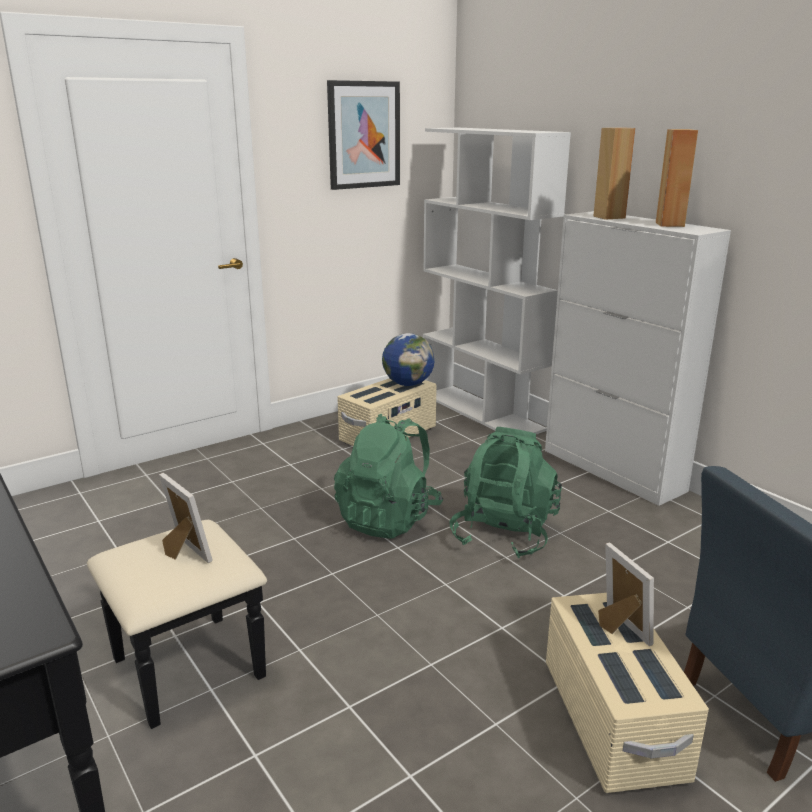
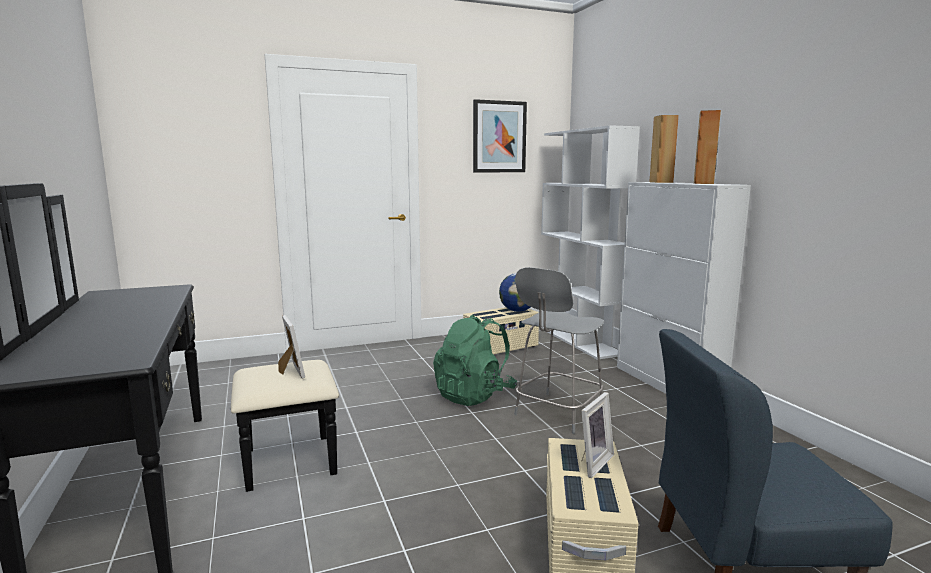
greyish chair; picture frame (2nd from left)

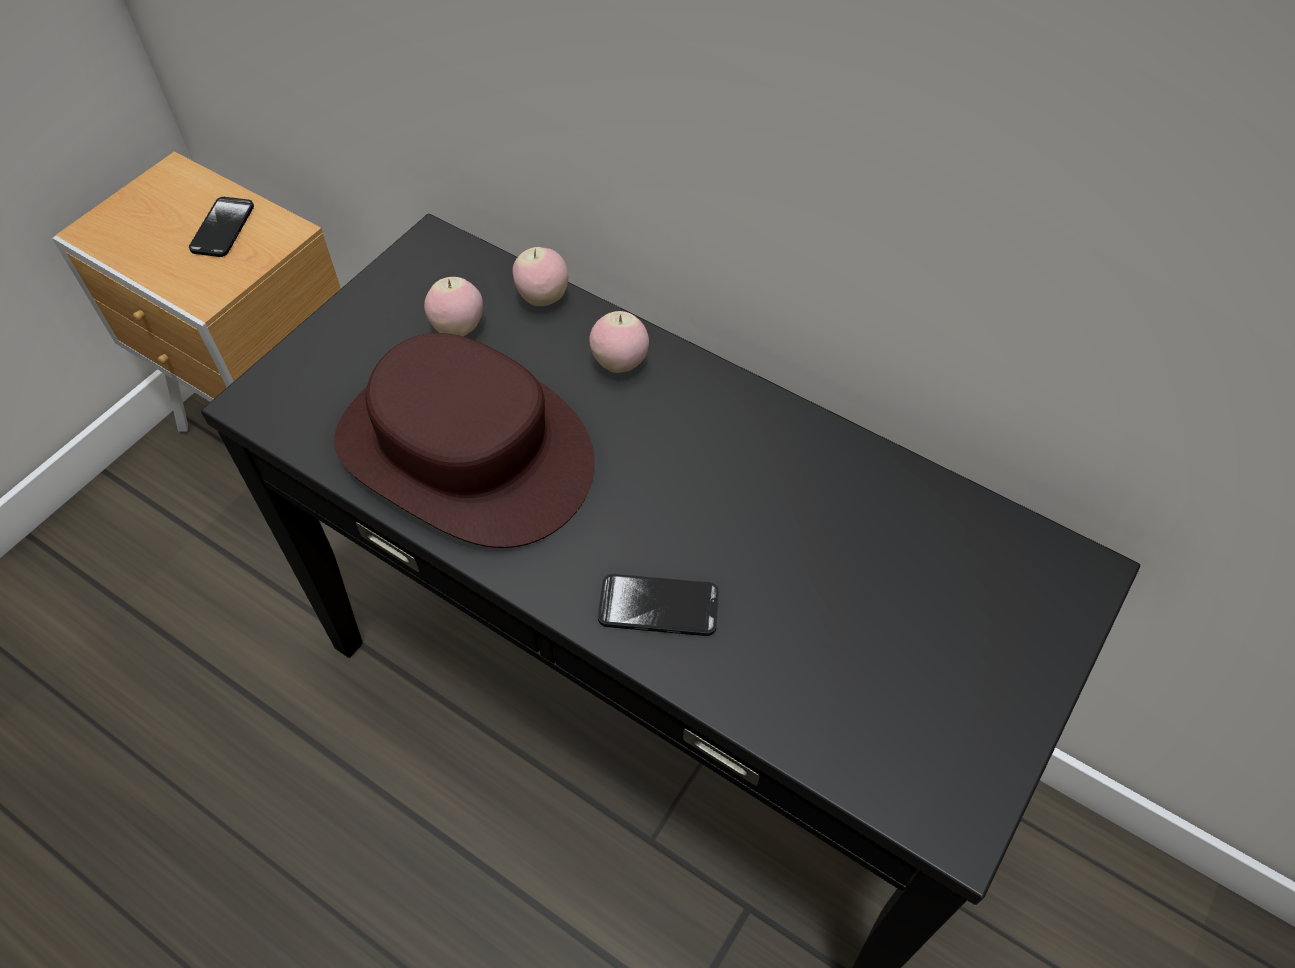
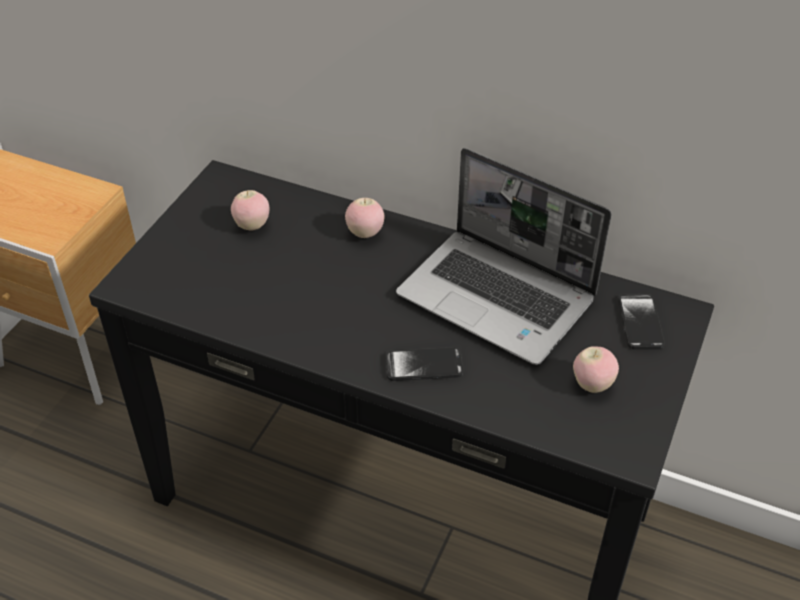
brown wearable hat; portable computer; phone (2nd from left); apple fruit (3rd from left)

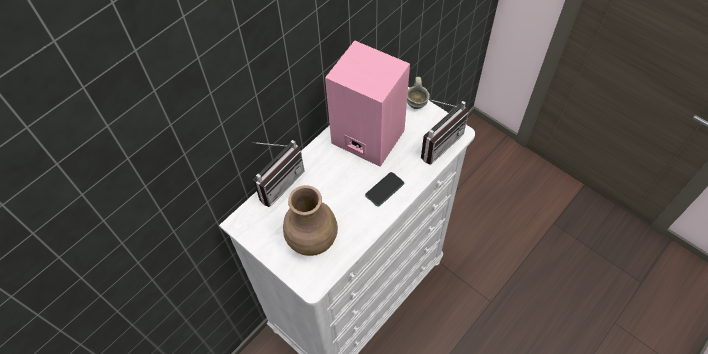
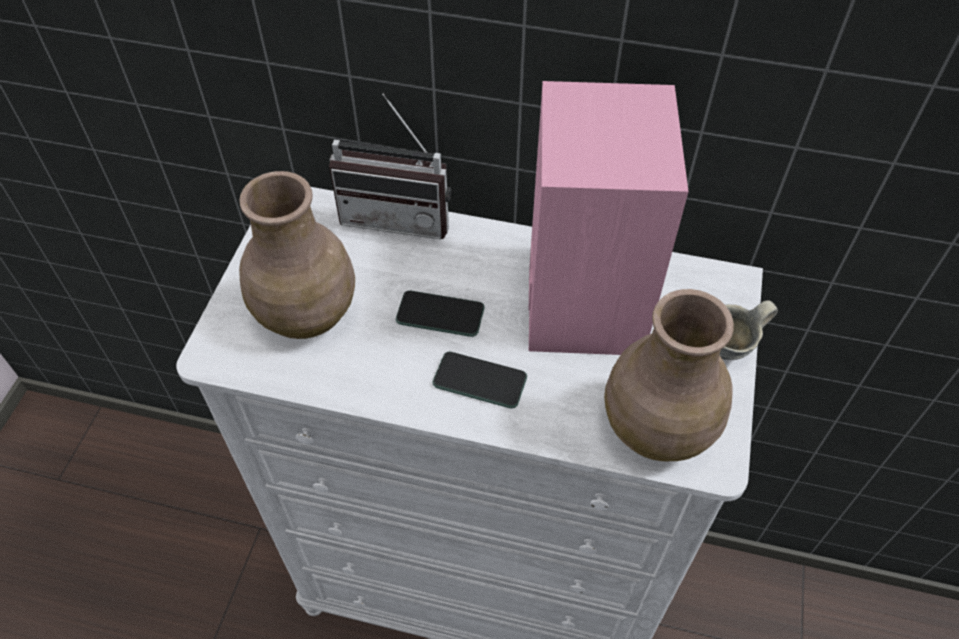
phone (1st from left); brown flower vase (2nd from left)

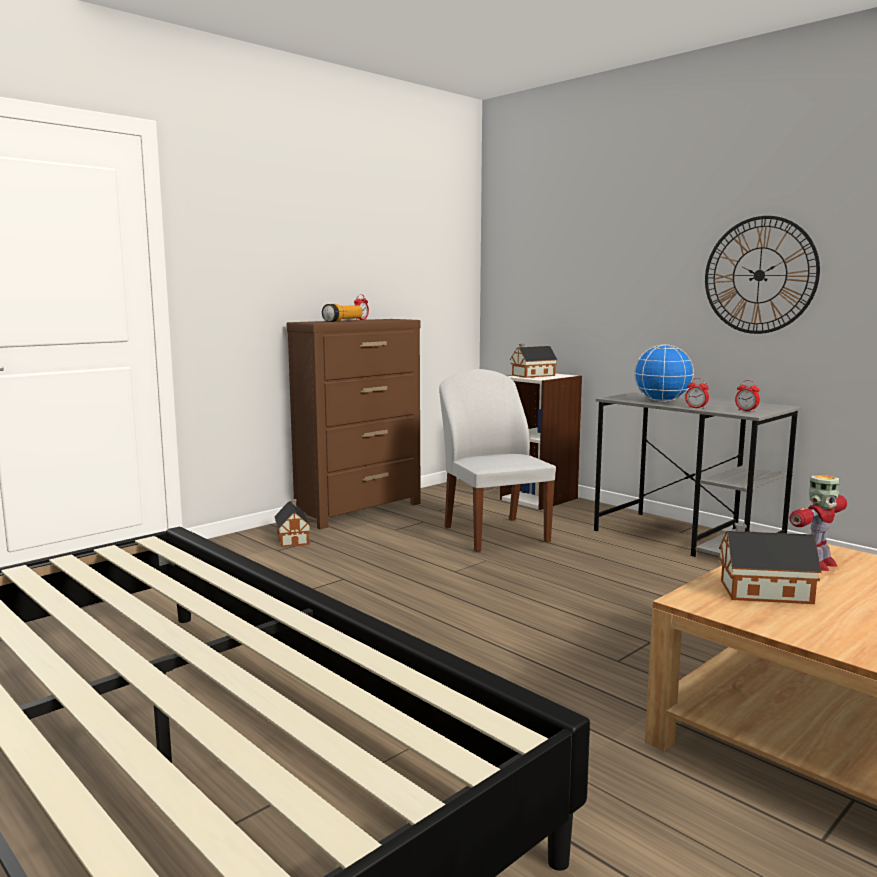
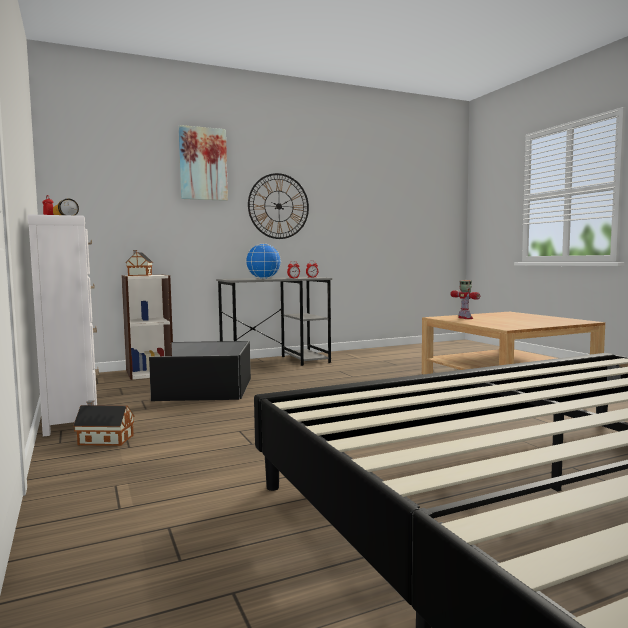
toy house (3rd from left in the first image); picture; black storage box; whitish drawer chest

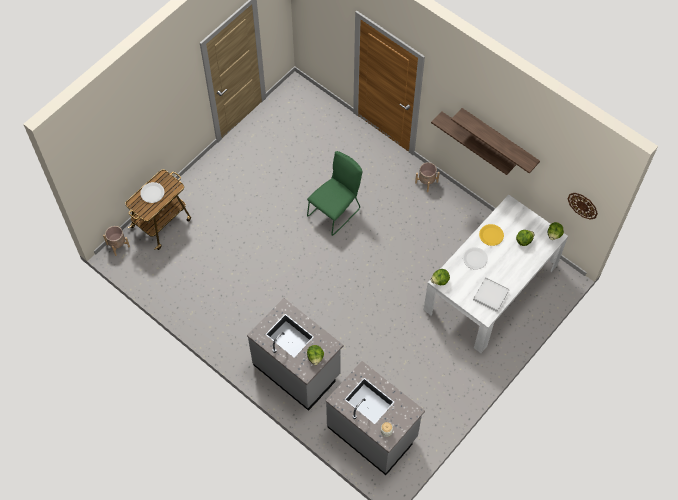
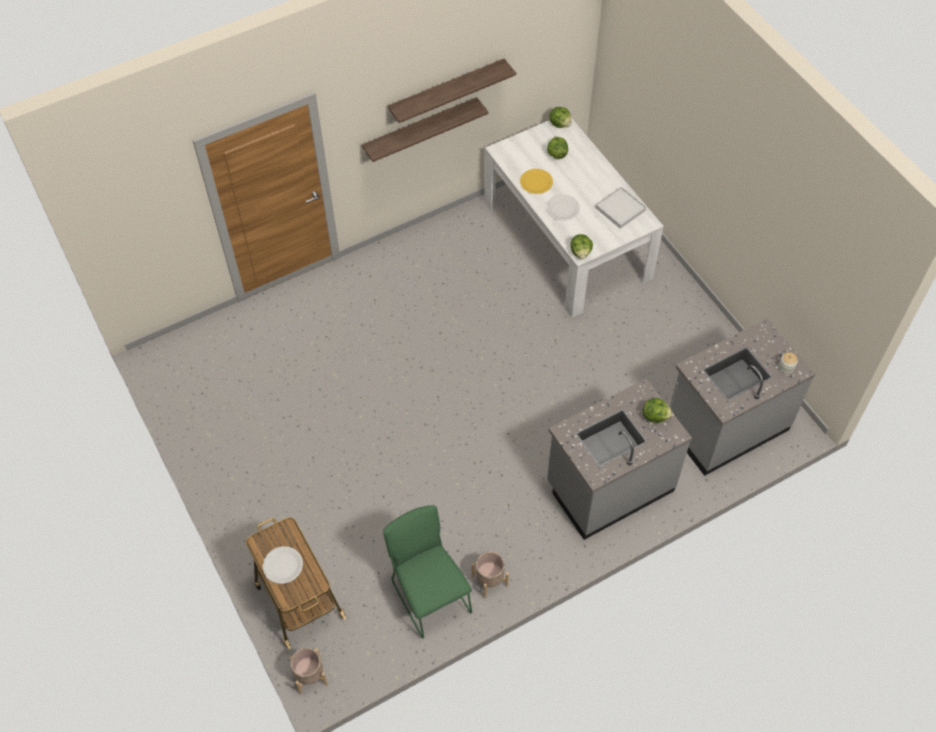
hanging clock; green-coloured chair; beige-coloured planter (2nd from left)

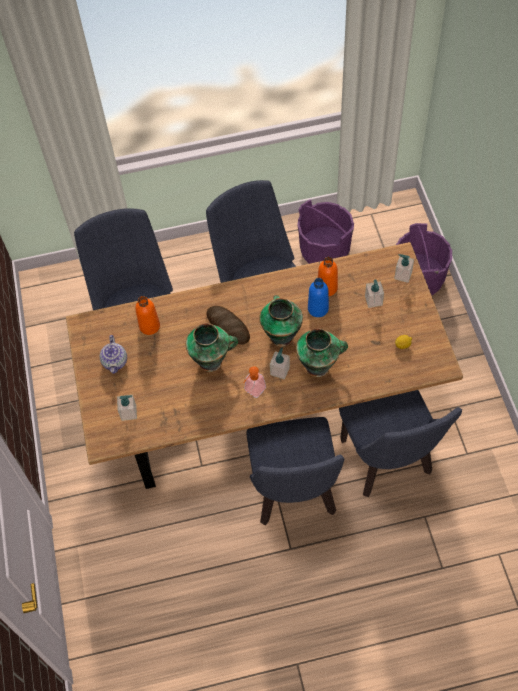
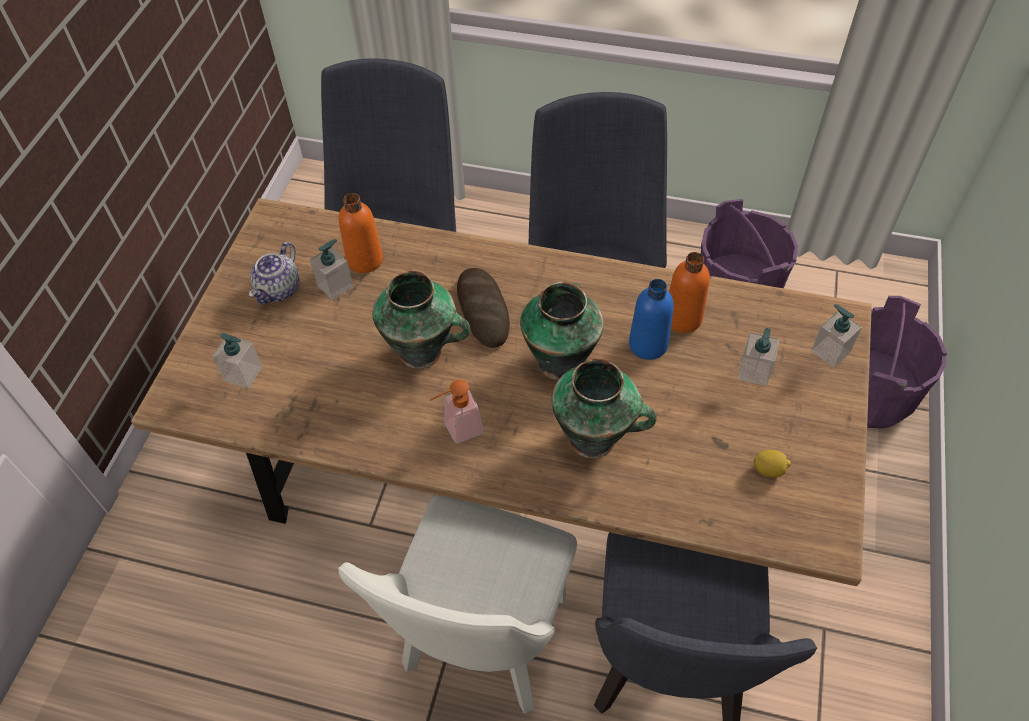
soap bottle (2nd from left); whitish chair

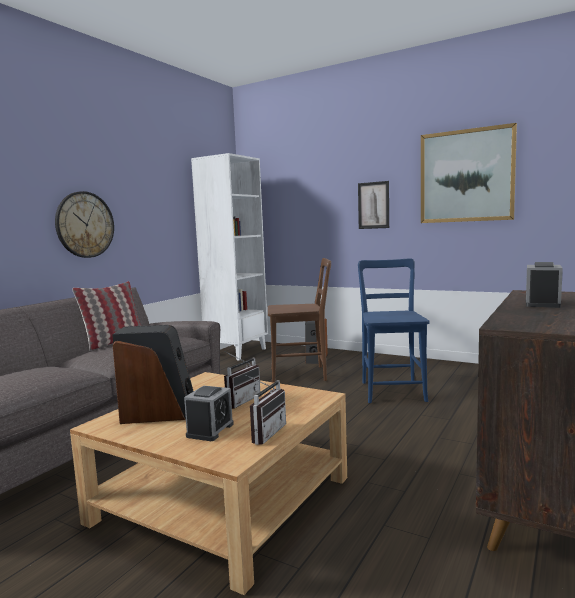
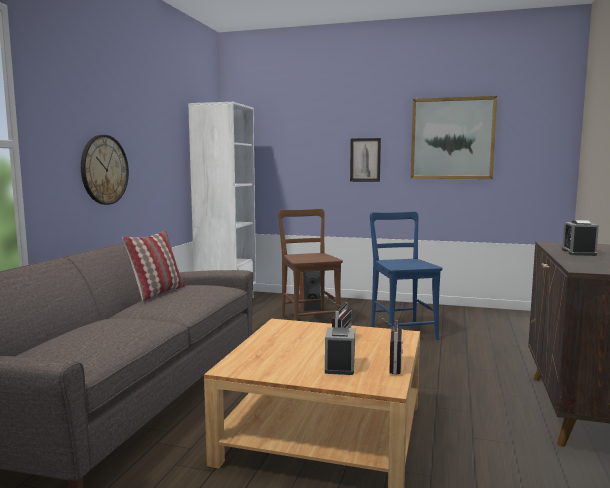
loudspeaker (1st from left in the first image); brown chair

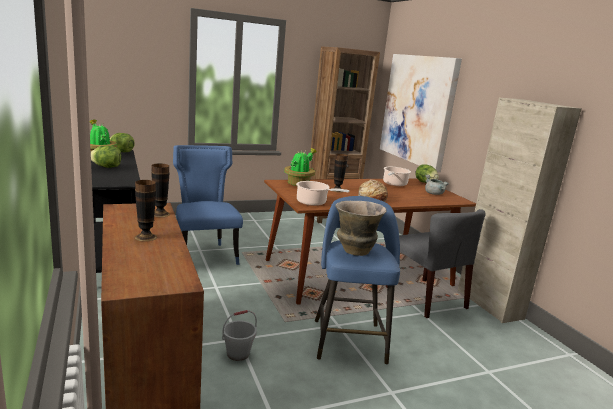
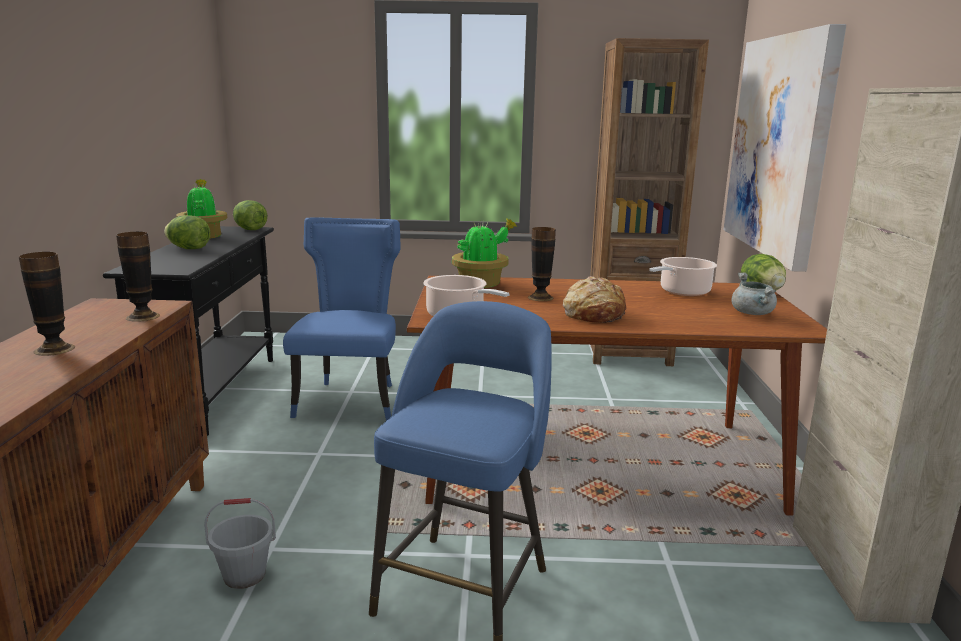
flower vase (4th from left in the first image); greyish chair

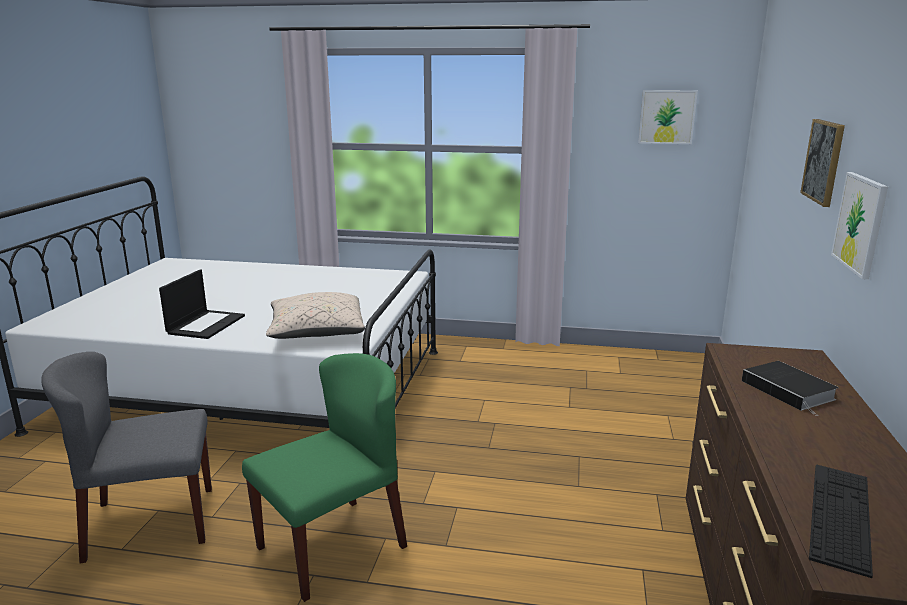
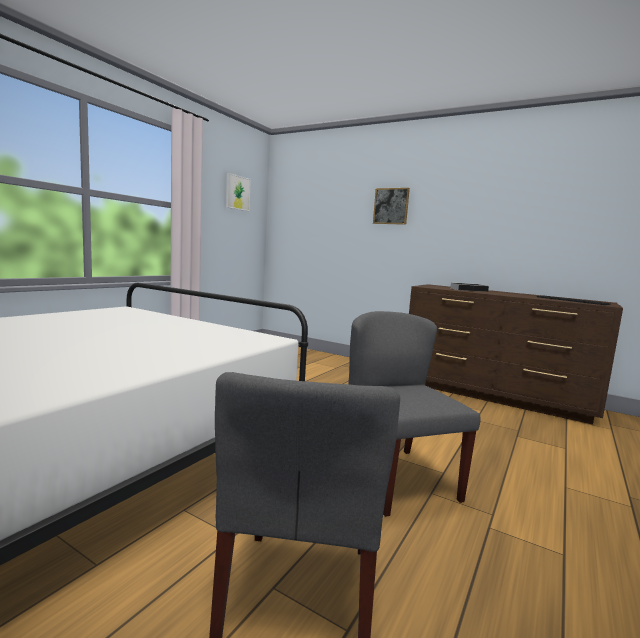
portable computer; beige-coloured pillow; picture (3rd from left in the first image); greyish chair (2nd from left)

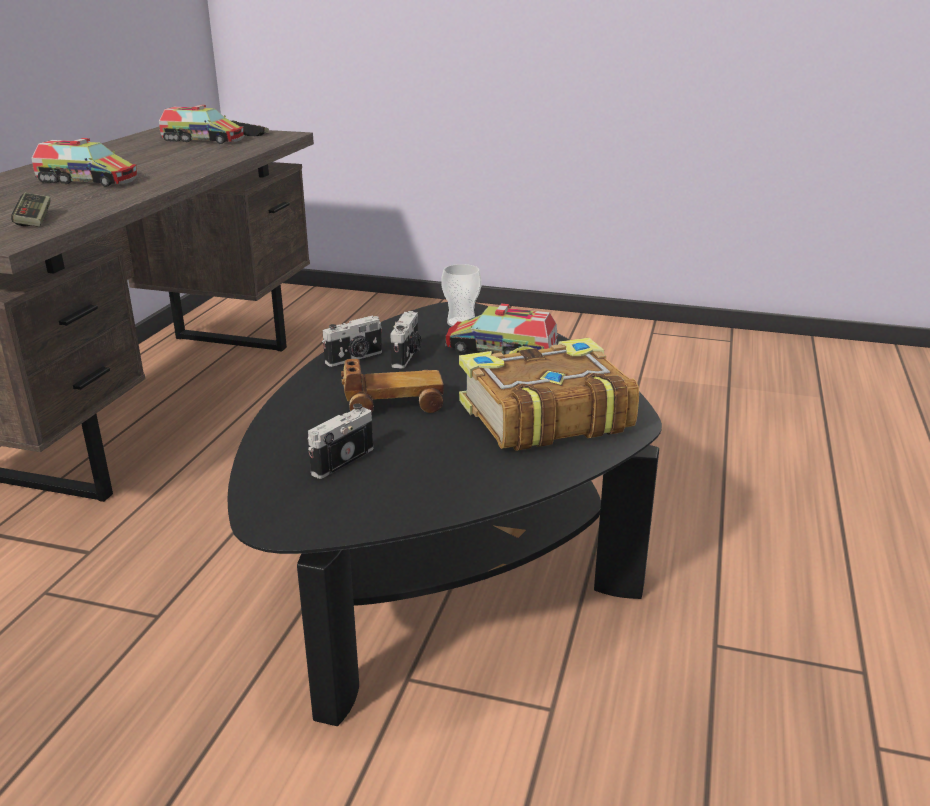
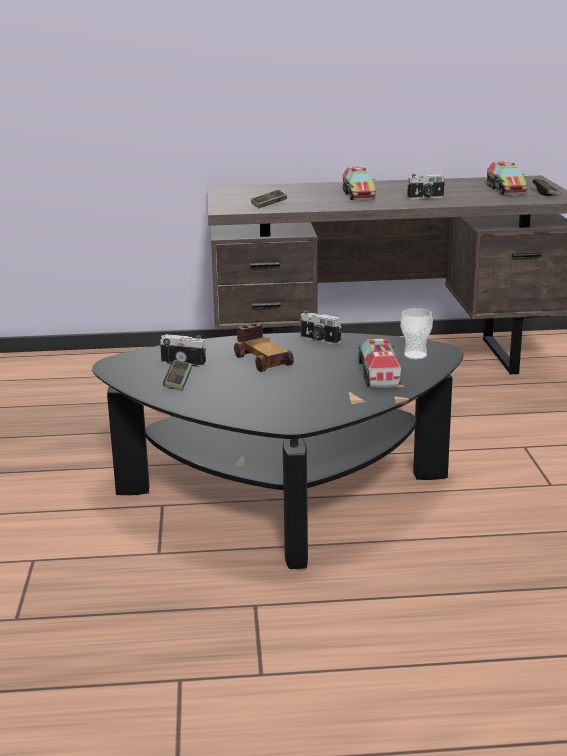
book; game controller (1st from left); still camera (3rd from left)

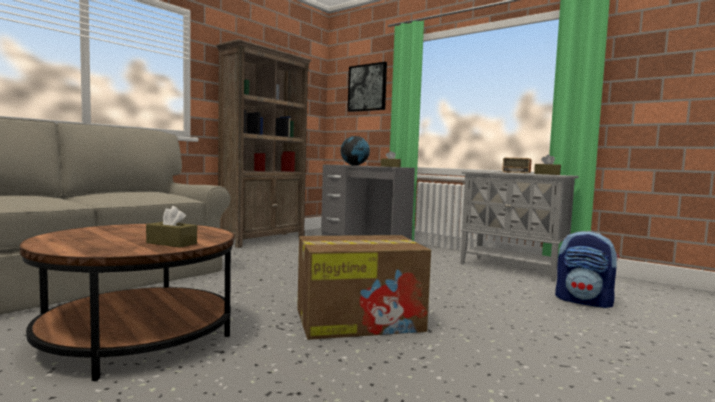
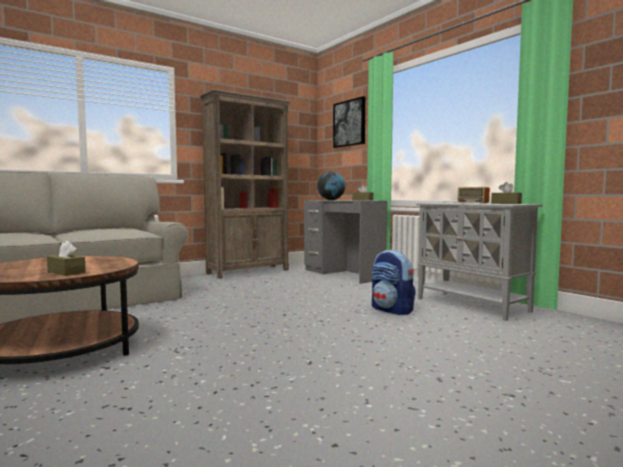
cardboard box; backpack

